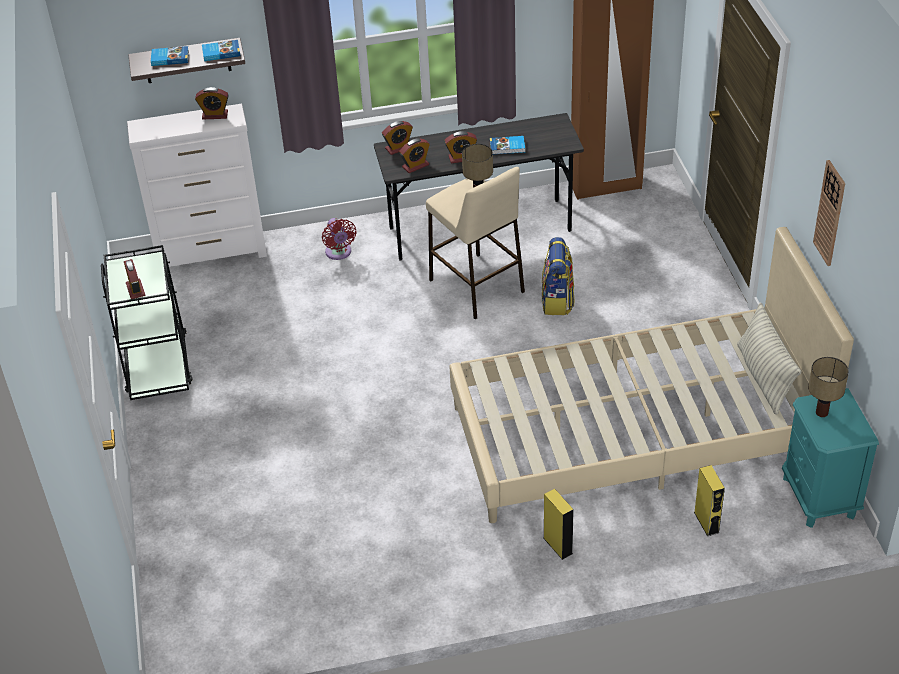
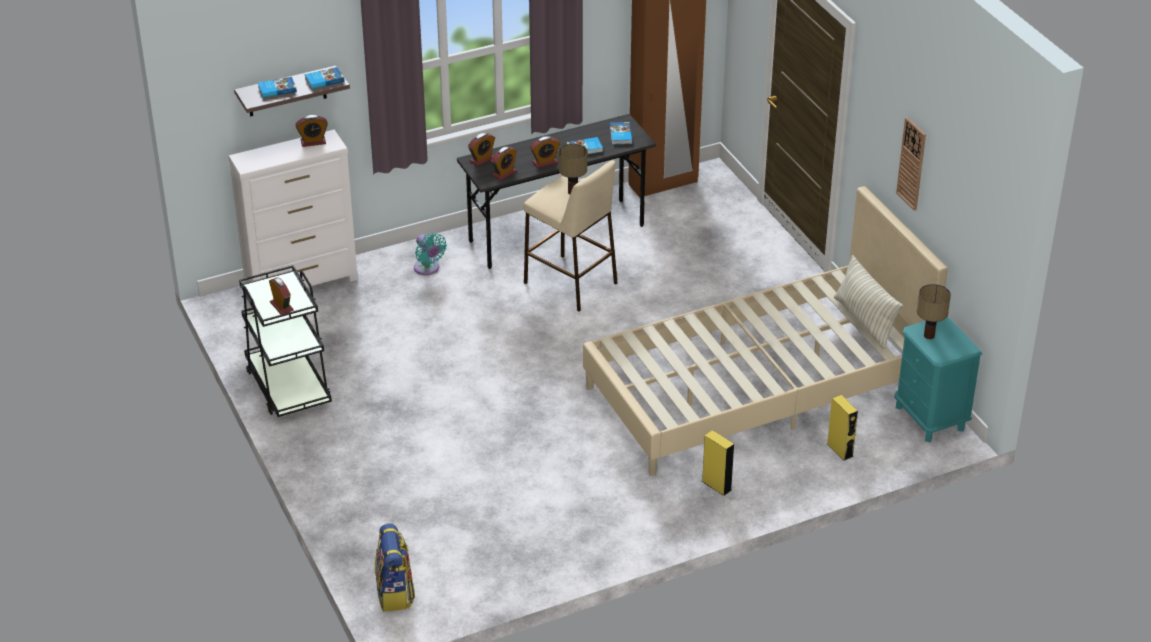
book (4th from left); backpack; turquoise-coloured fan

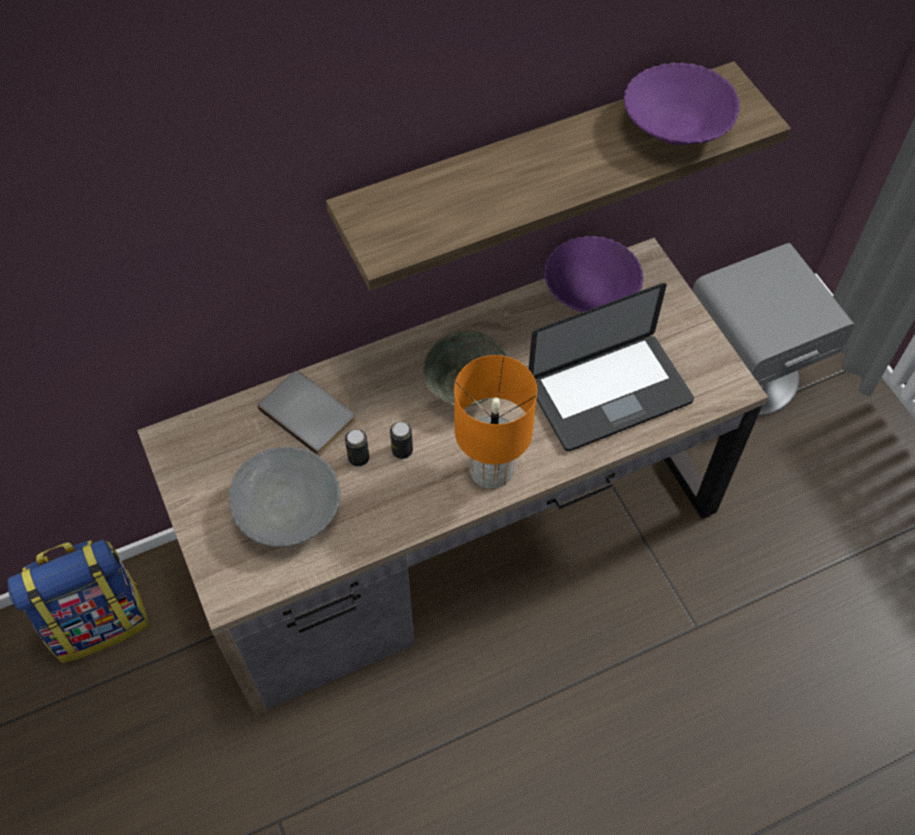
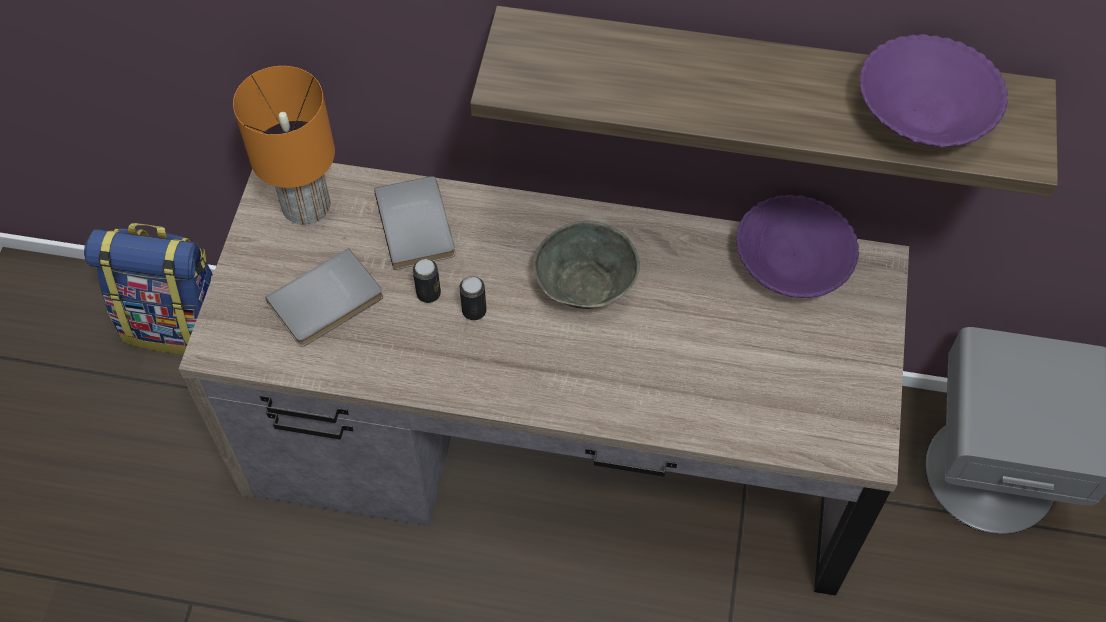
portable computer; orange table lamp; greyish book (1st from left)

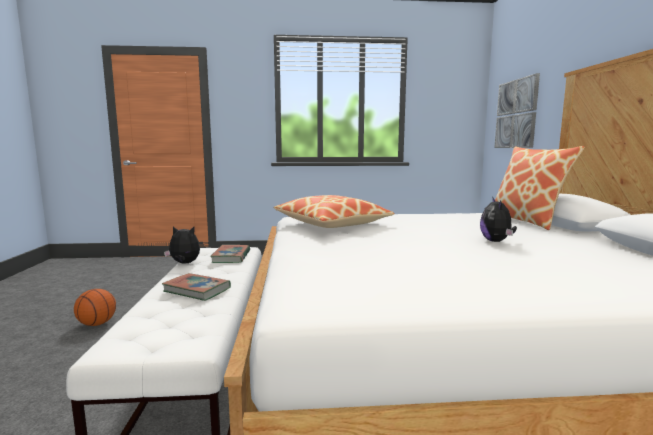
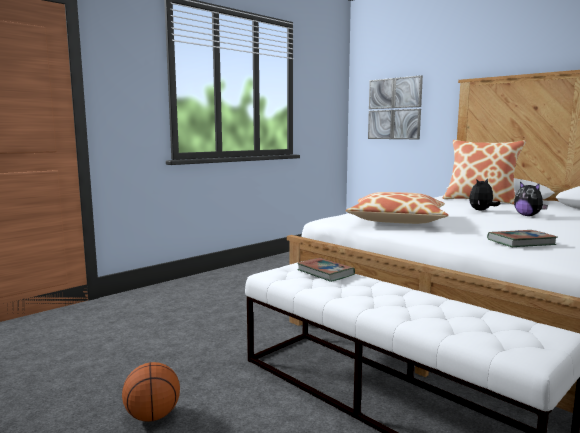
book (2nd from left); soft toy (1st from left)

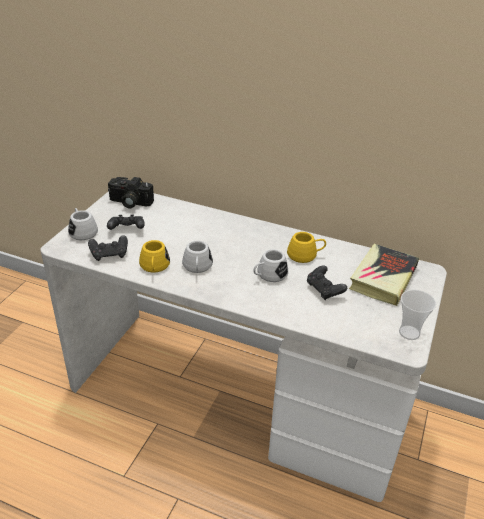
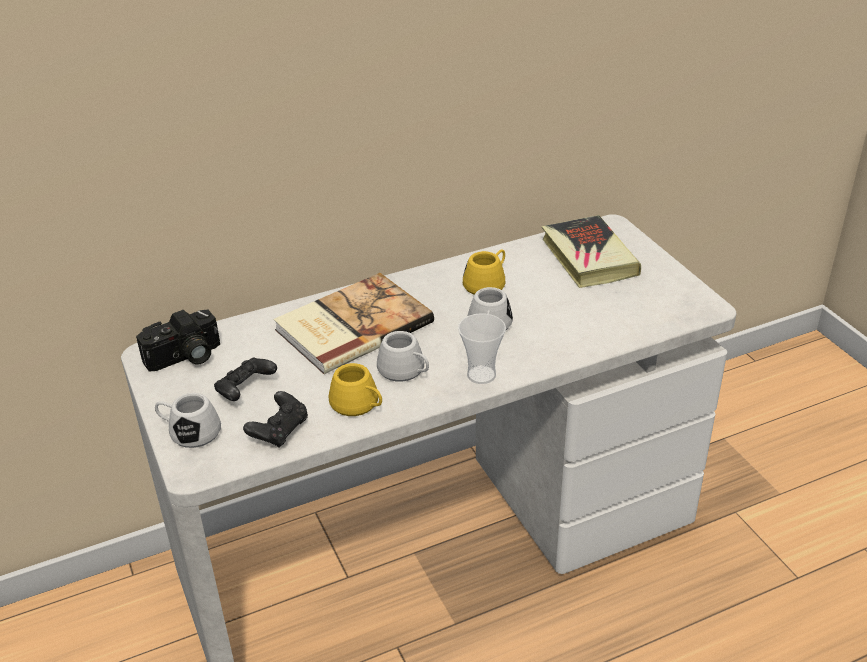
black game controller (3rd from left in the first image); book (1st from left); drinking cup

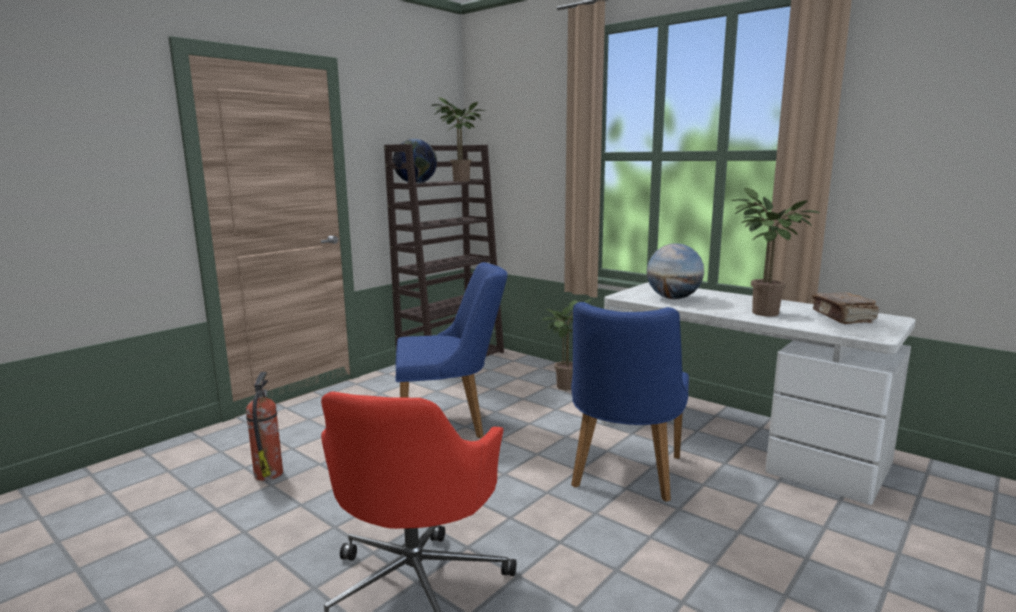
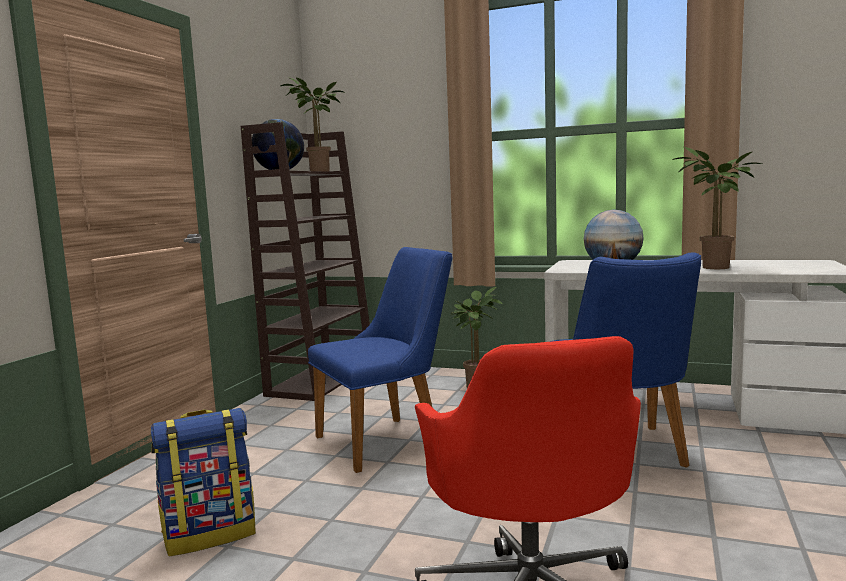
brown book; backpack

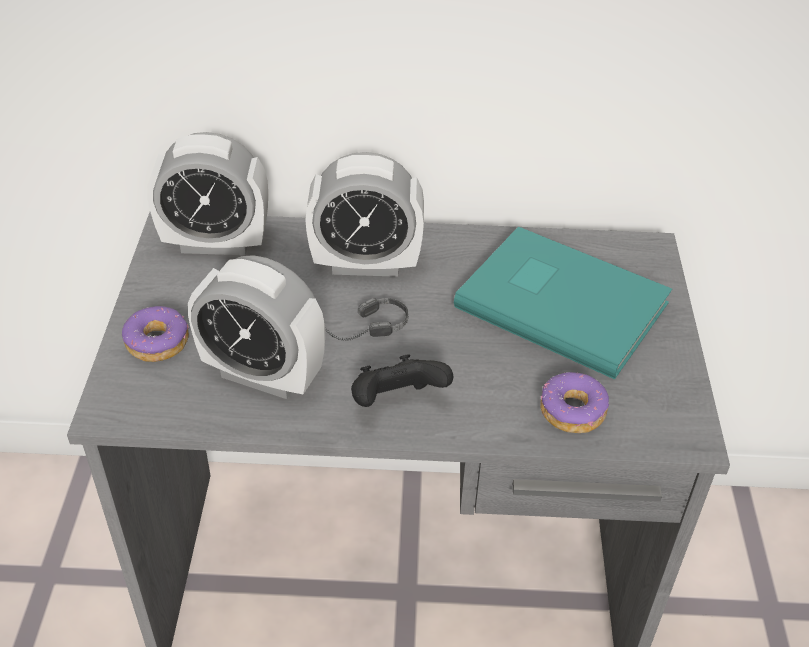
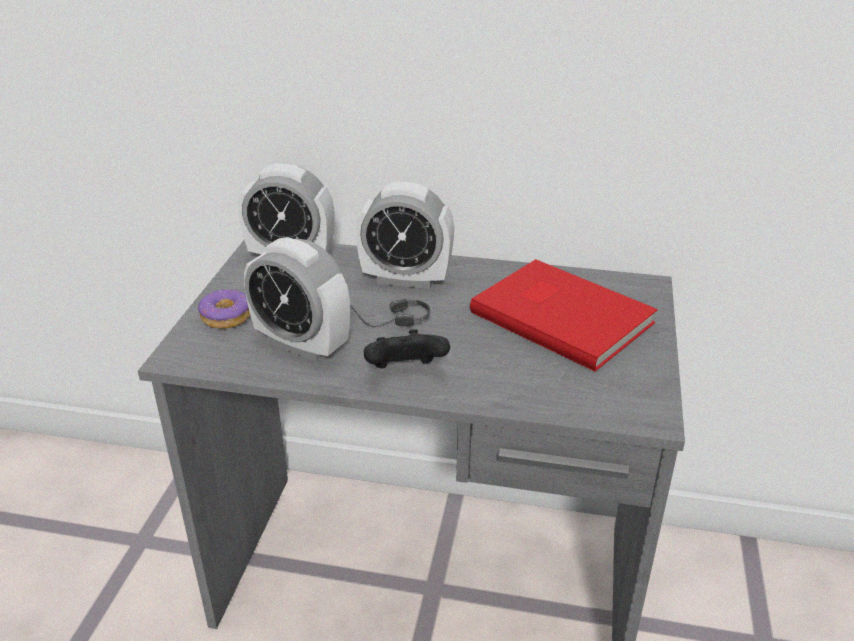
doughnut (2nd from left in the first image); red-coloured book

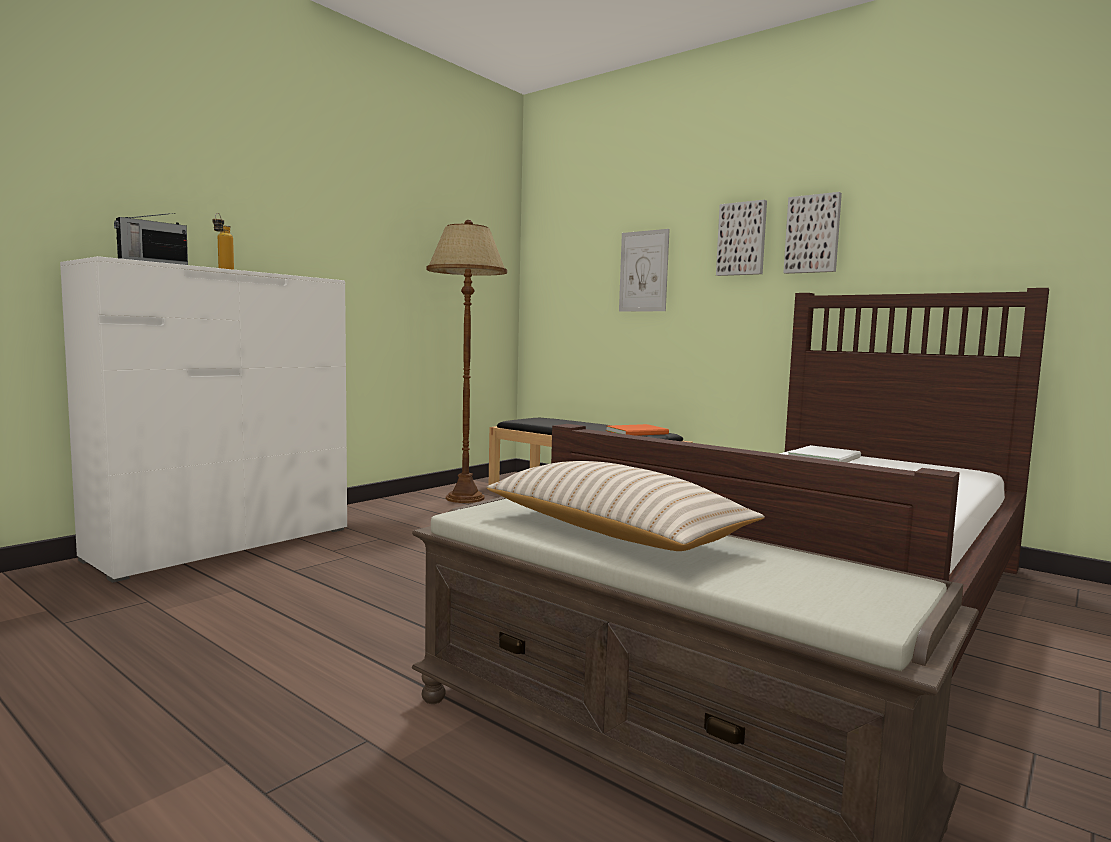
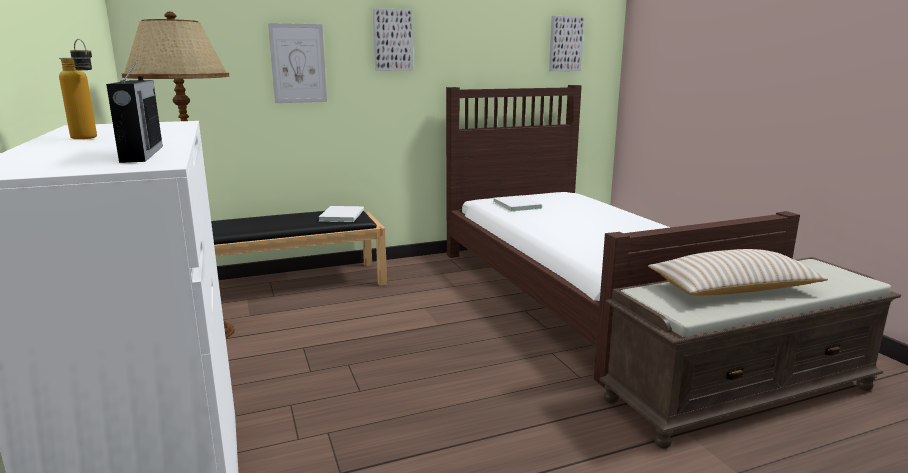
picture (3rd from left); whitish book (1st from left)

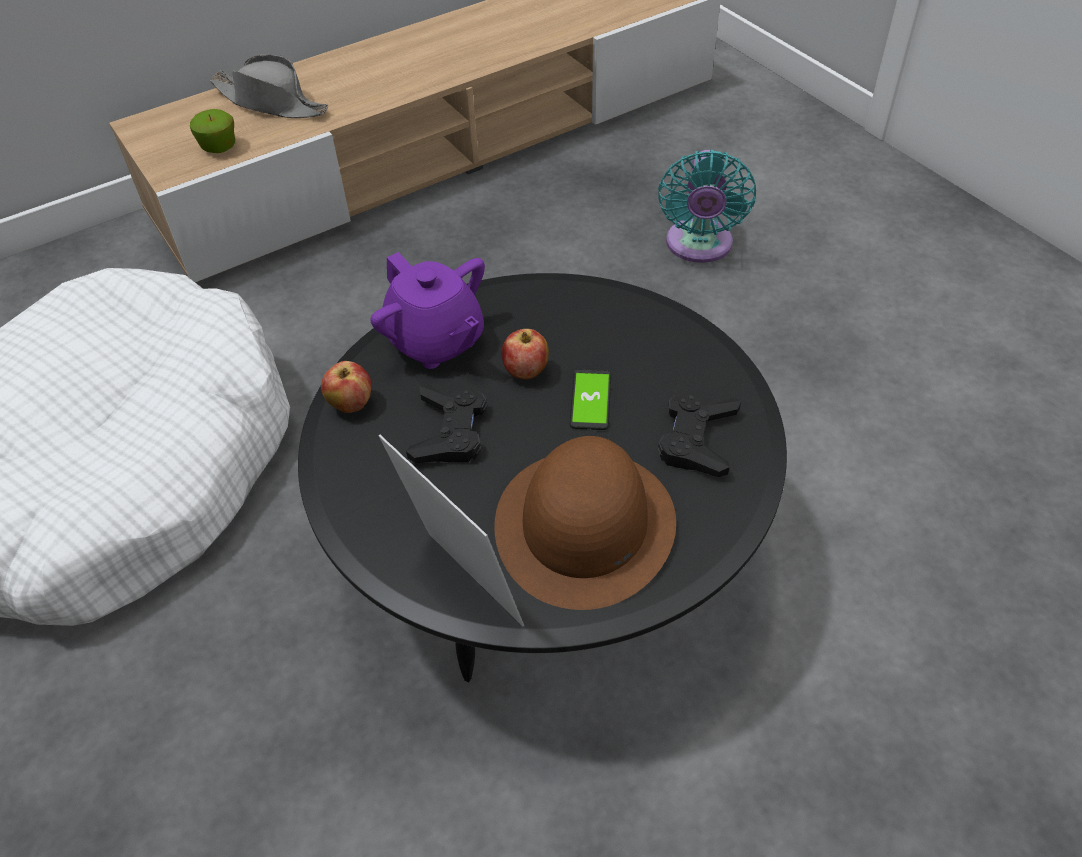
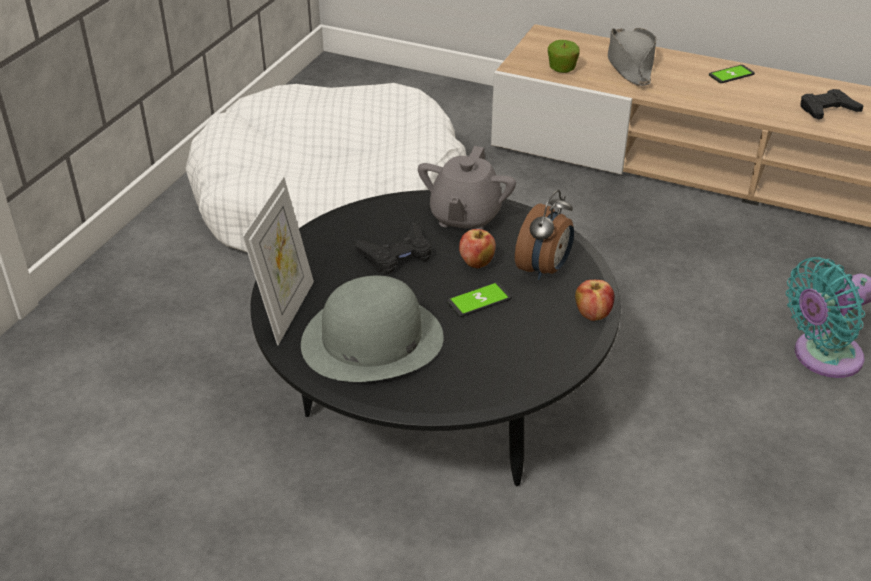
table clock; phone (2nd from left); apple fruit (3rd from left); black game controller (2nd from left); greyish pot for tea; greyish wearable hat (1st from left)

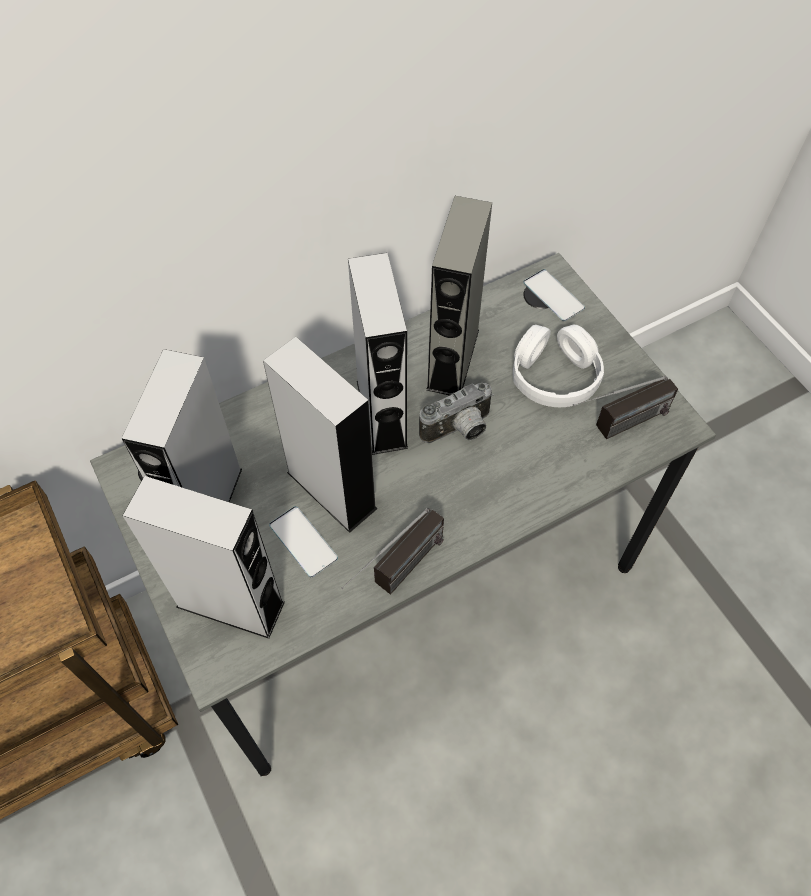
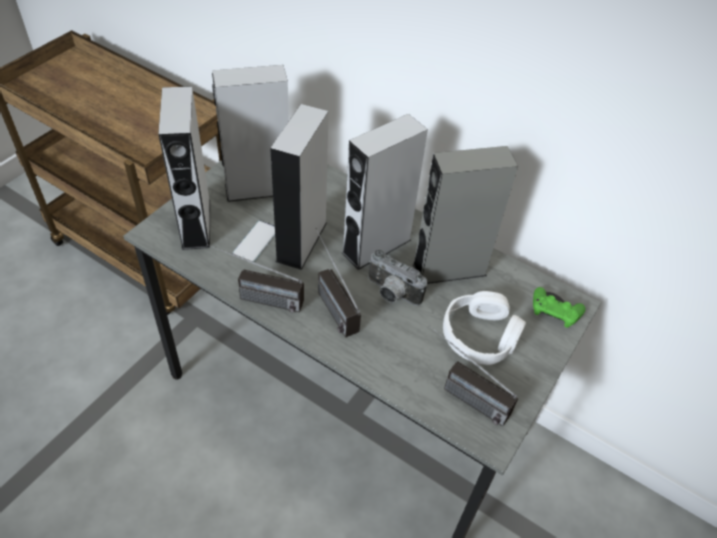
radio (2nd from left); green-coloured game controller

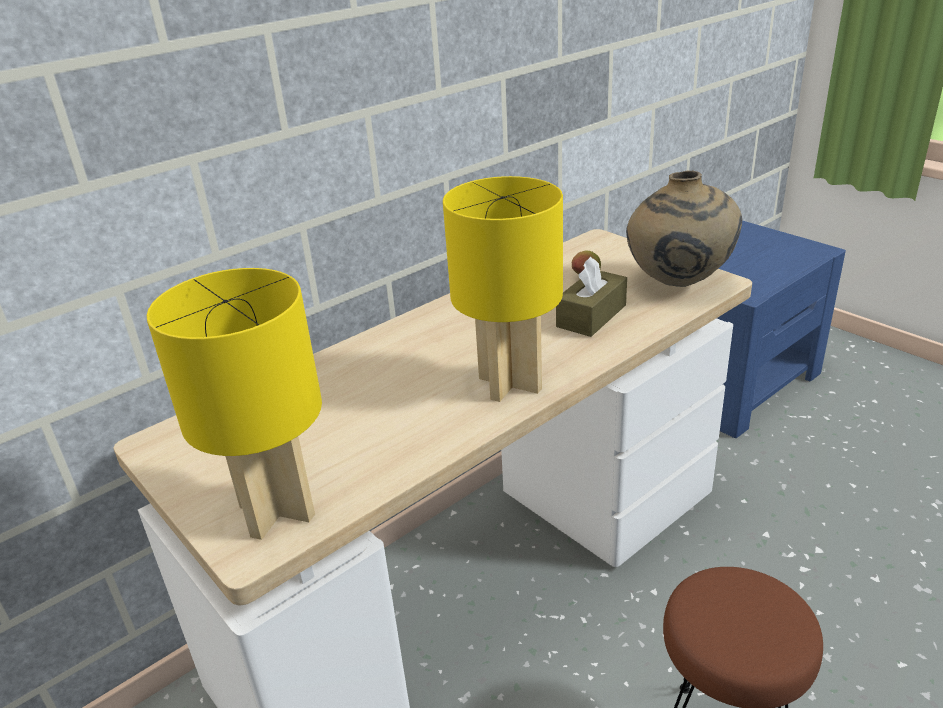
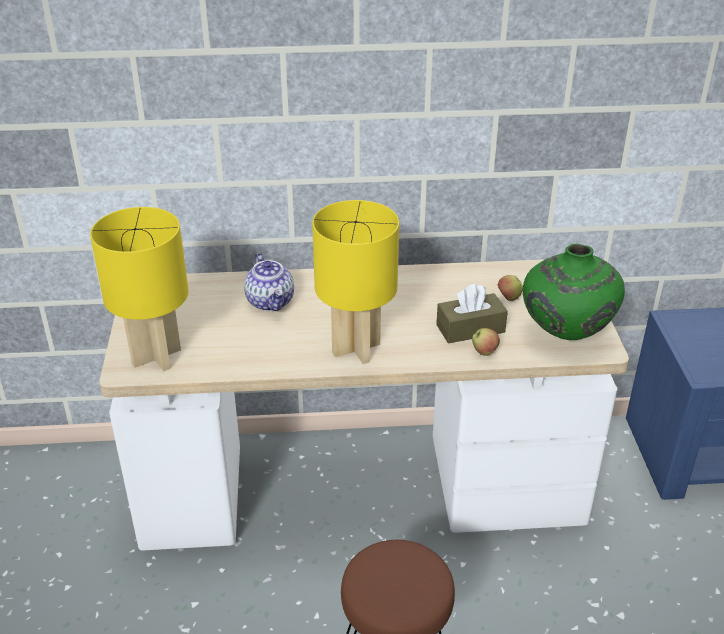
pot for tea; apple fruit (1st from left); green-coloured flower vase

